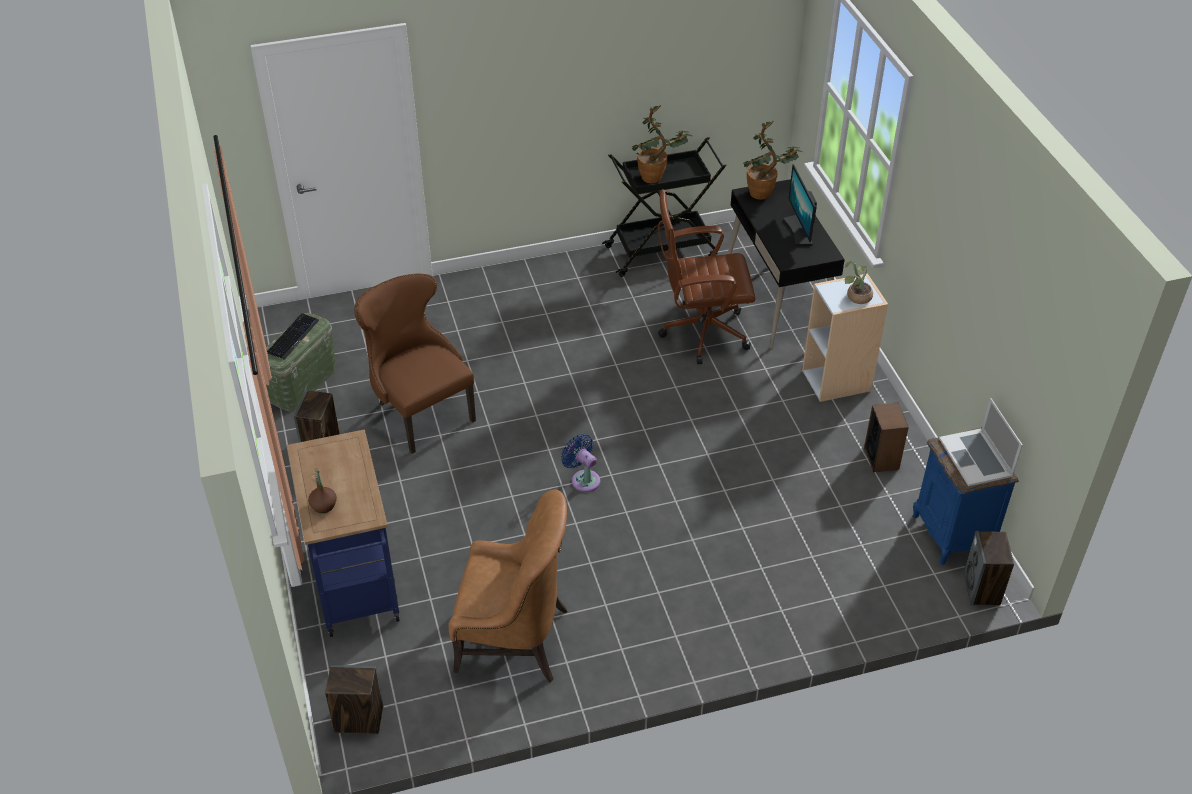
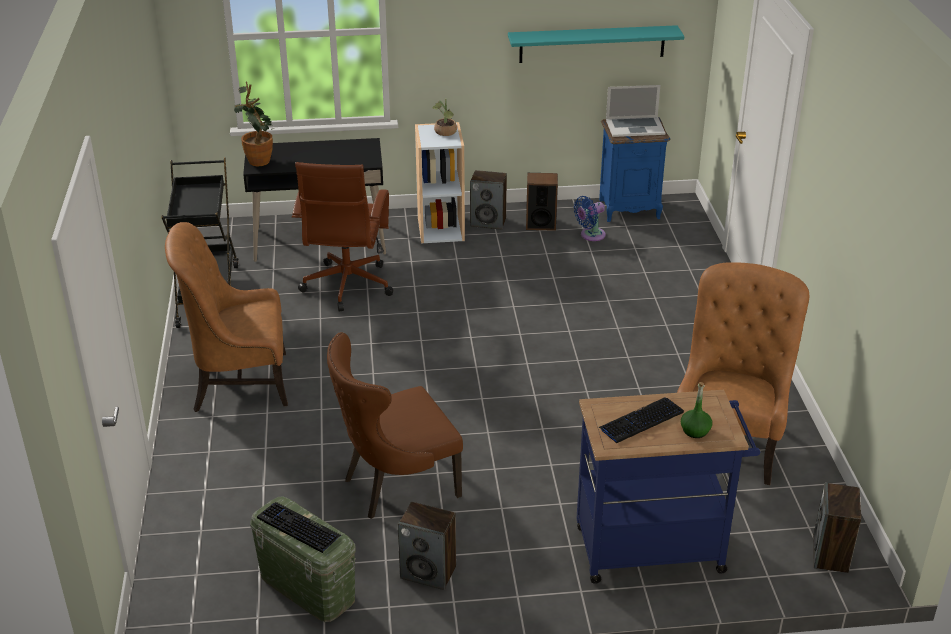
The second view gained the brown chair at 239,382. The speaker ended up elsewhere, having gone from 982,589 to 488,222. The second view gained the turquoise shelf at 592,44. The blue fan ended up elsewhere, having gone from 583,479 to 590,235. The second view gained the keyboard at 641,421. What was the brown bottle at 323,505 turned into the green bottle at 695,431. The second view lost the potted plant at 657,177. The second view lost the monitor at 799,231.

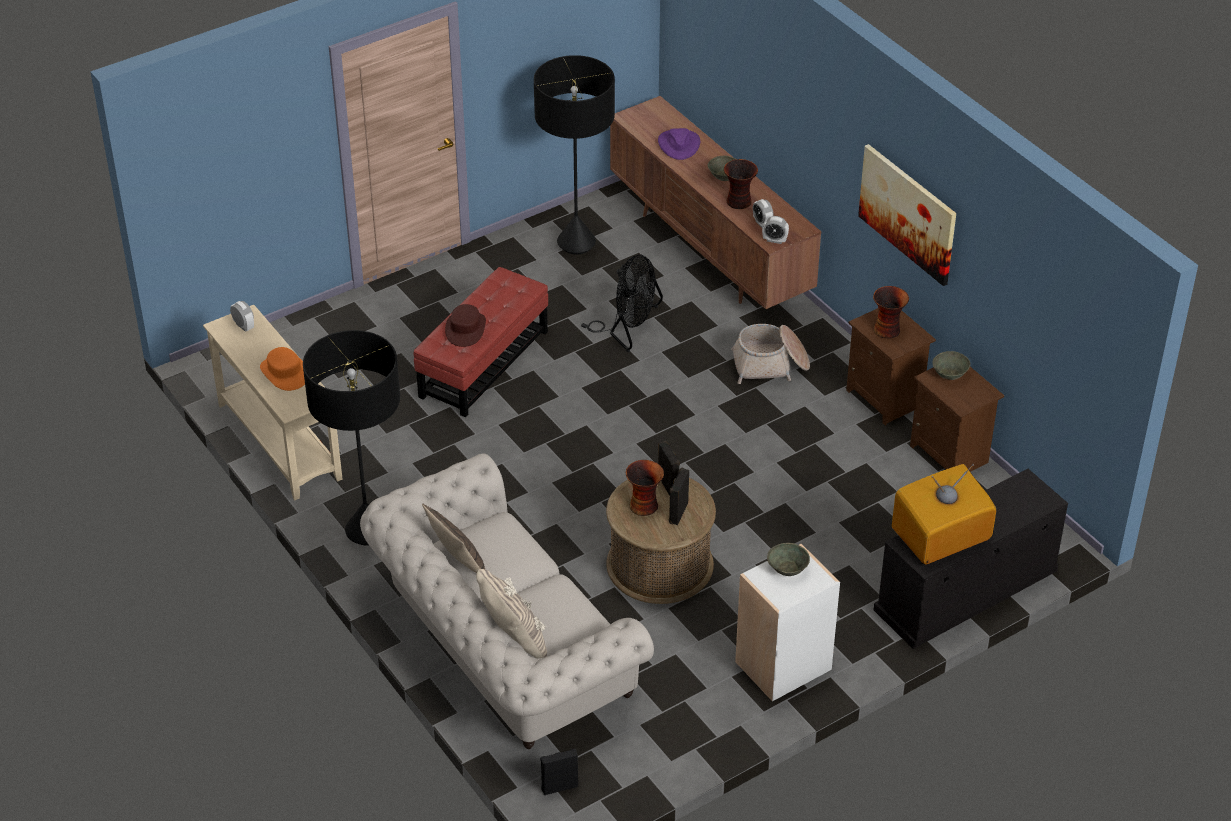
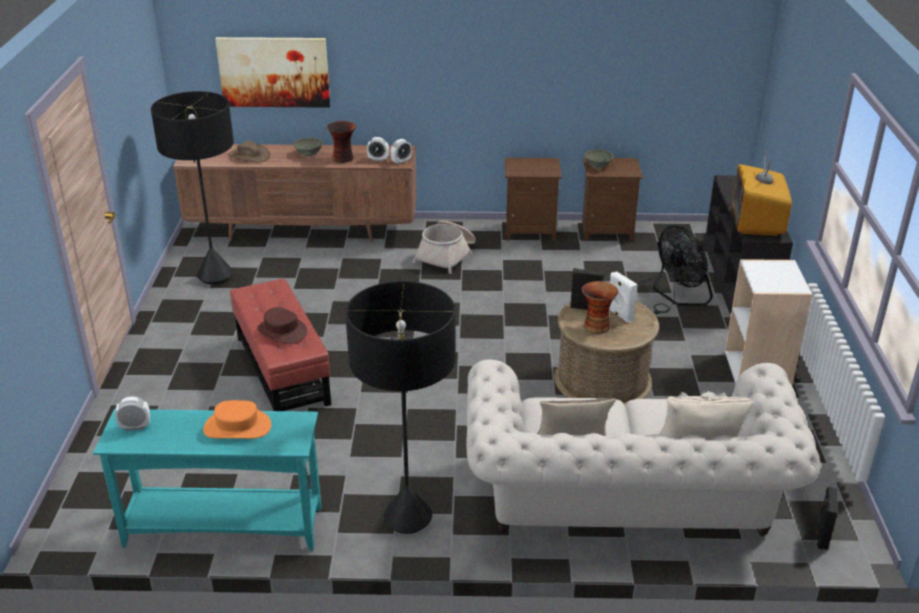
What was the beige console table at 278,442 turned into the turquoise console table at 223,527. The picture ended up elsewhere, having gone from 907,213 to 274,72. What was the purple hat at 678,144 turned into the brown hat at 249,156. What was the black speaker at 677,513 turned into the white speaker at 619,315. The black fan ended up elsewhere, having gone from 627,326 to 673,296. The second view lost the grey bowl at 787,569. The second view lost the vase at 888,330.

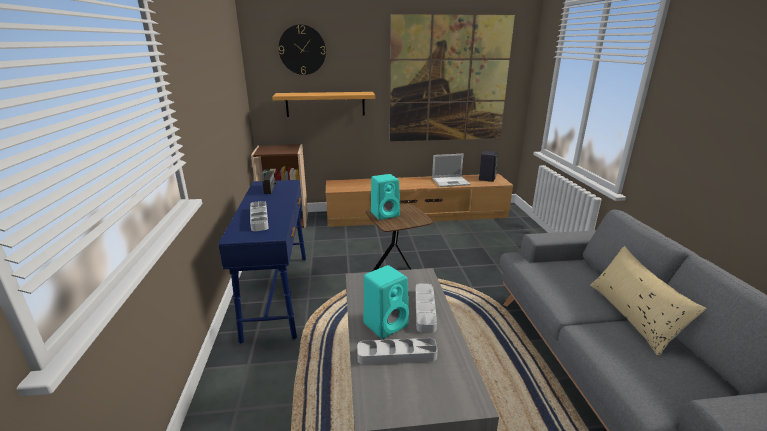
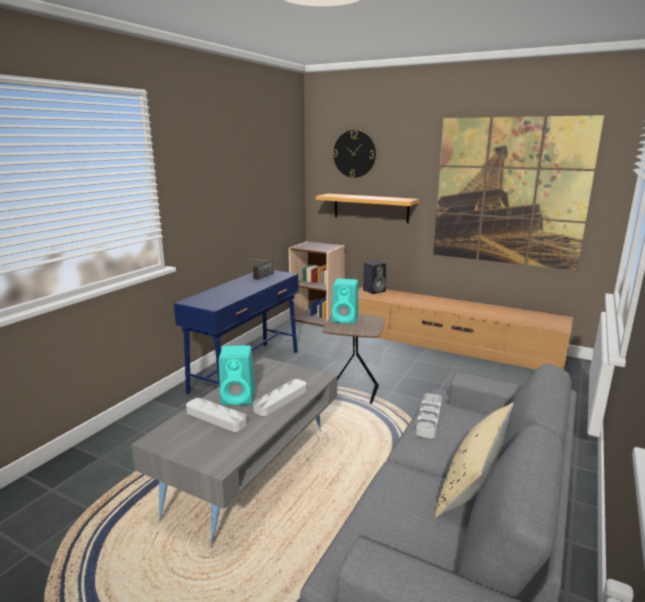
The black speaker ended up elsewhere, having gone from 487,178 to 374,291. The grey tray ended up elsewhere, having gone from 259,218 to 428,418. The second view lost the laptop at 451,182.

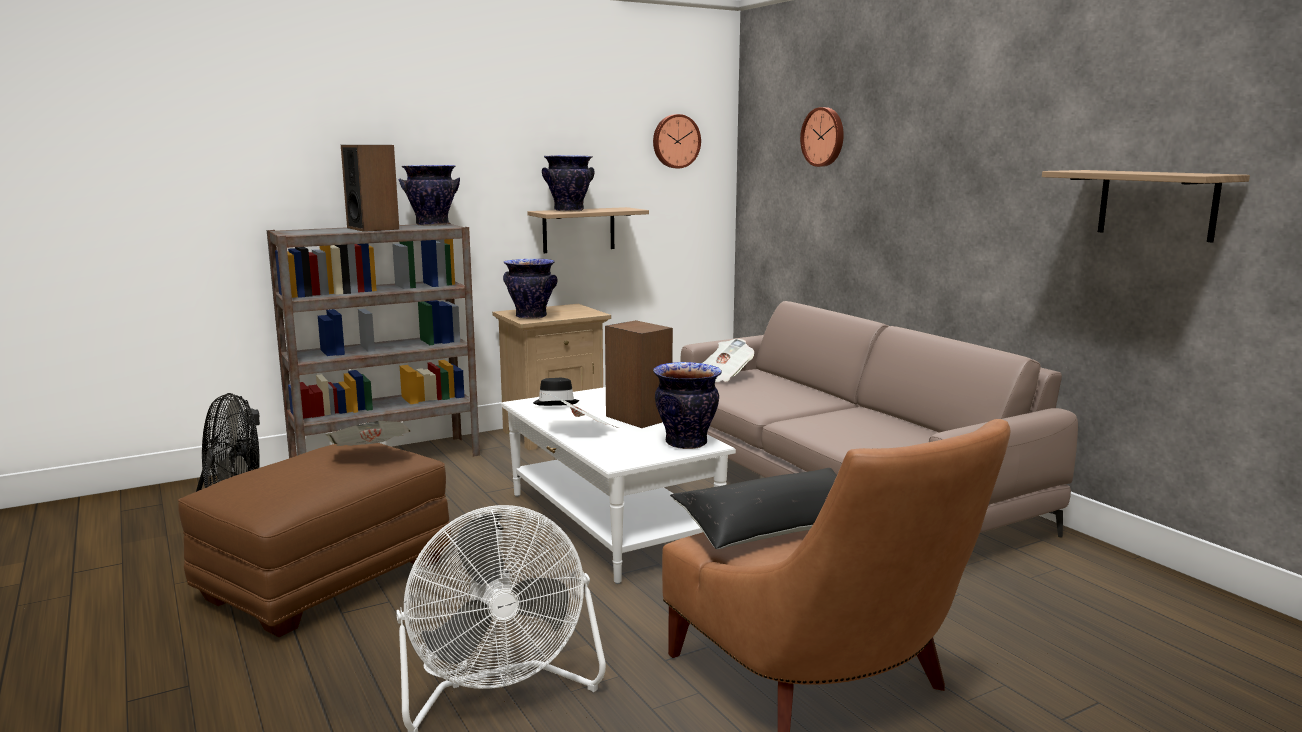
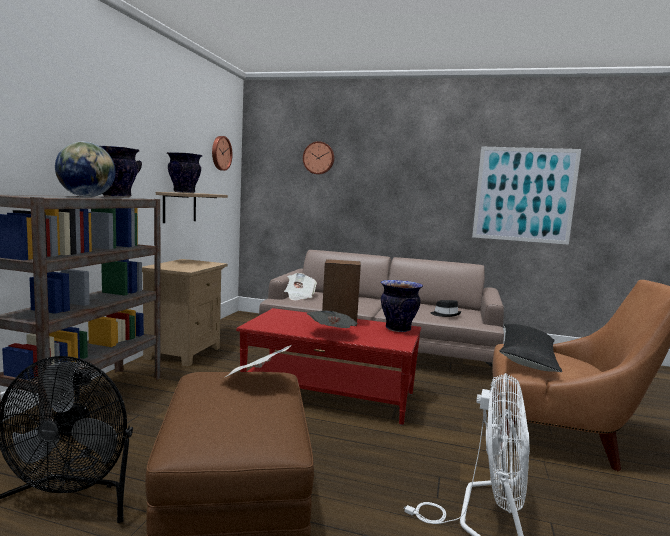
Where the speaker stood at 373,228, the globe came to stand at 87,197. What was the white coffee table at 610,524 turned into the red coffee table at 329,395. The black hat ended up elsewhere, having gone from 556,403 to 445,314. Where the shelf hung at 1157,204, the picture came to hang at 524,195. The second view lost the vase at 531,316.

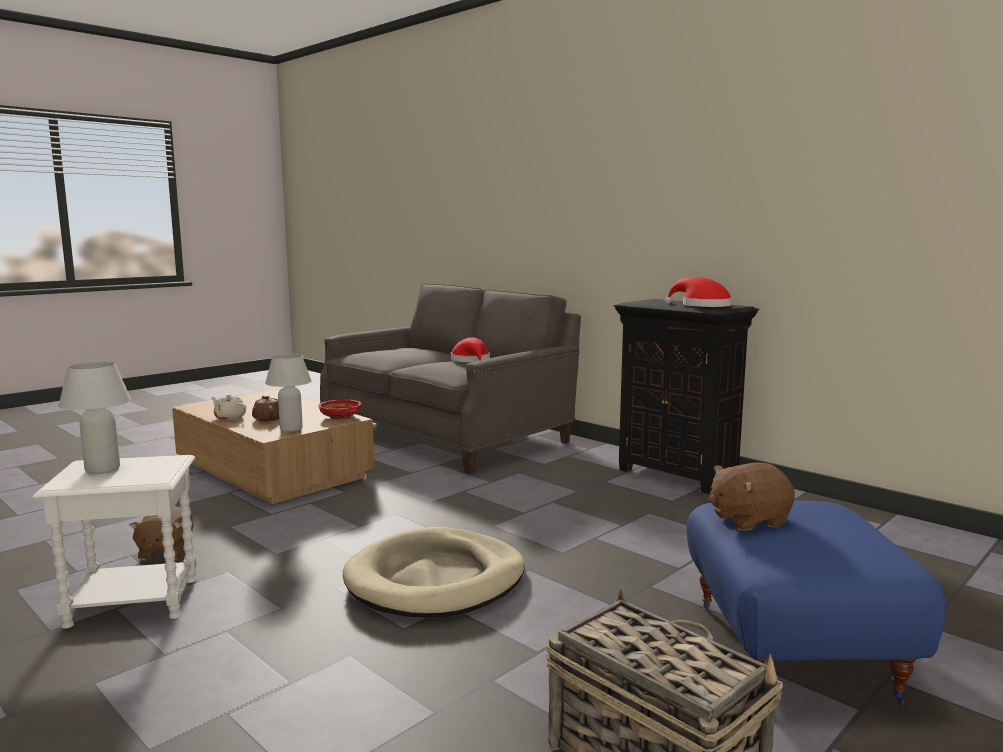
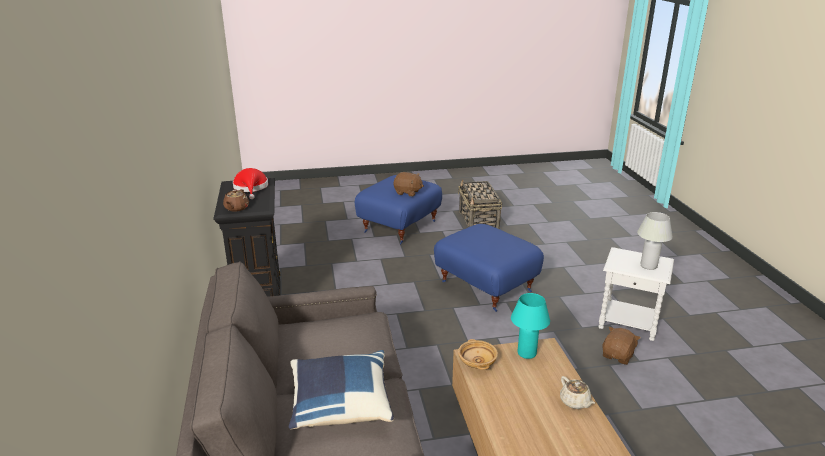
The brown teapot ended up elsewhere, having gone from 268,419 to 236,208. The second view gained the blue pillow at 340,404. Where the beige dog bed stood at 436,580, the blue ottoman came to stand at 485,287. What was the red bowl at 340,417 turned into the beige bowl at 477,362. What was the white table lamp at 291,429 turned into the turquoise table lamp at 526,353. The second view lost the red hat at 471,361.

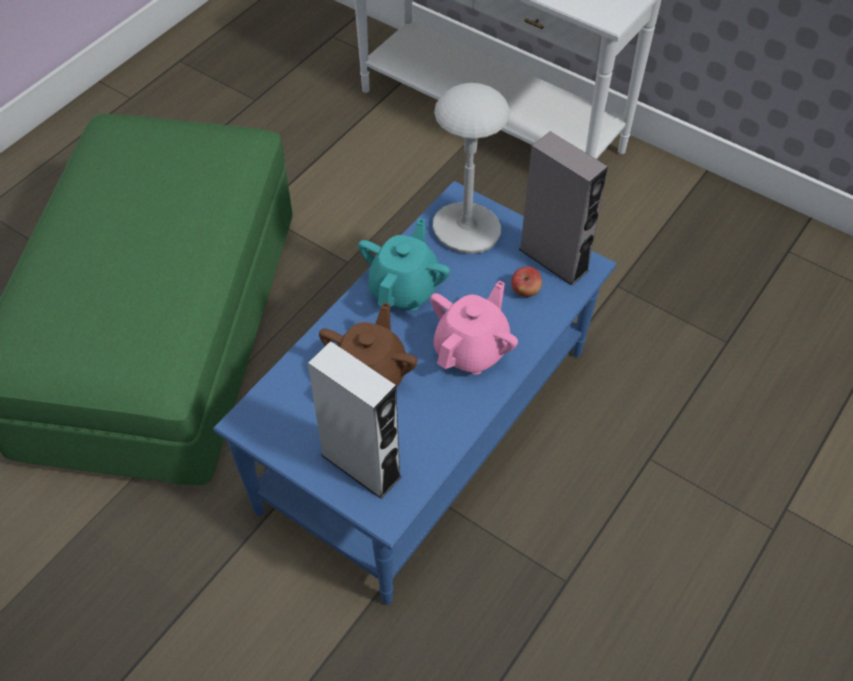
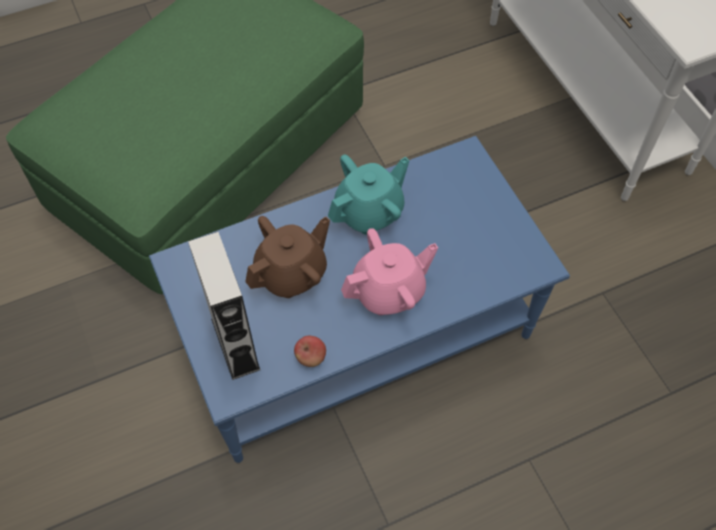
The apple ended up elsewhere, having gone from 525,291 to 311,357. The second view lost the grey table lamp at 466,231. The second view lost the grey speaker at 553,259.

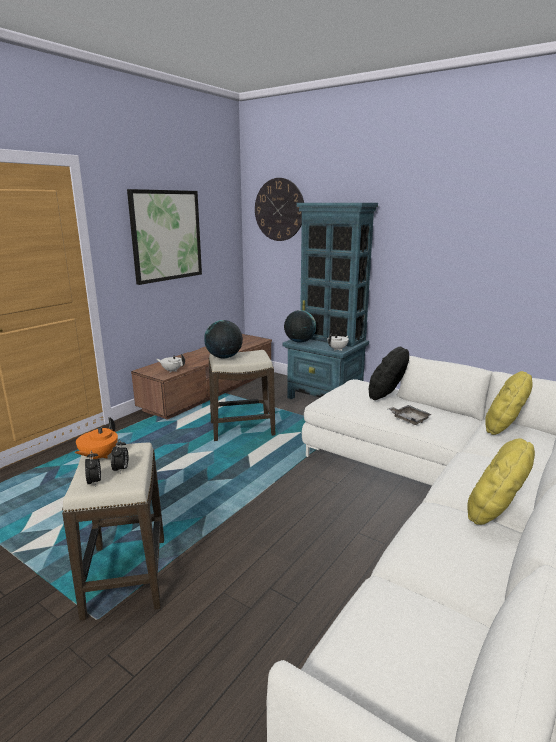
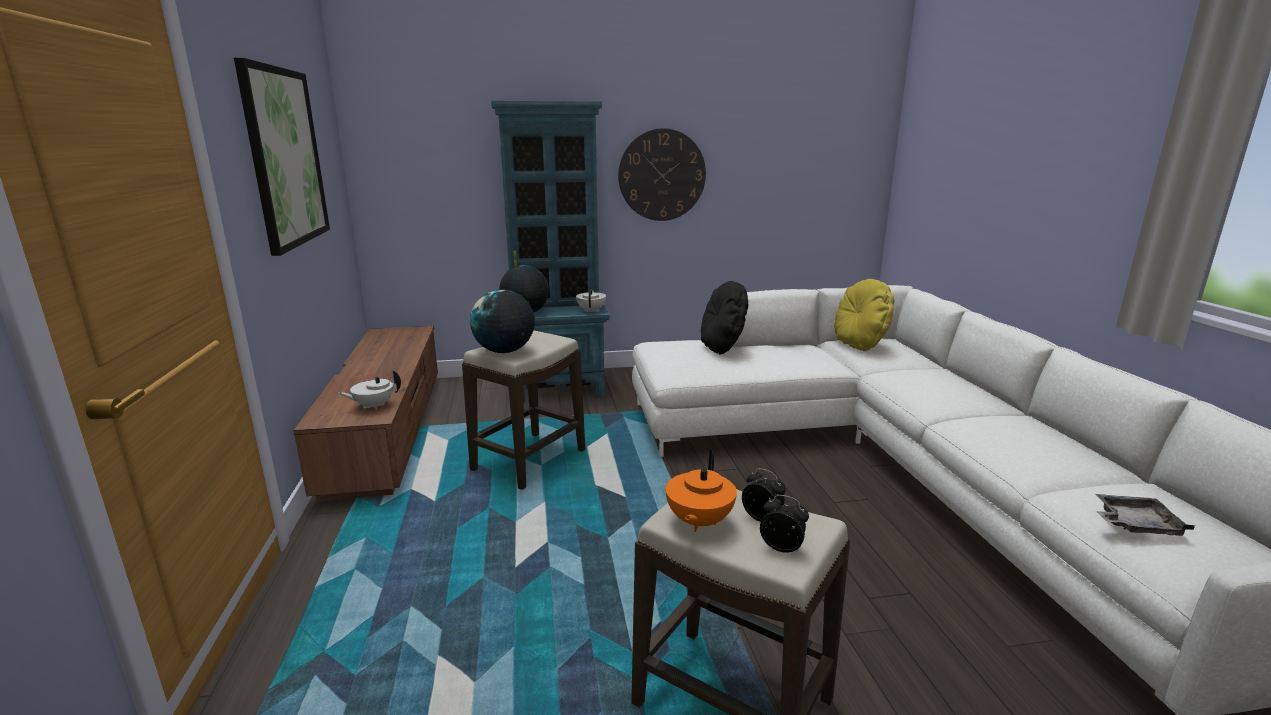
The wall clock ended up elsewhere, having gone from 279,209 to 662,175. The orange teapot at 98,457 ended up facing another way, 45 degrees clockwise from before. The grey tray ended up elsewhere, having gone from 409,419 to 1135,524. The second view lost the yellow pillow at 494,516.

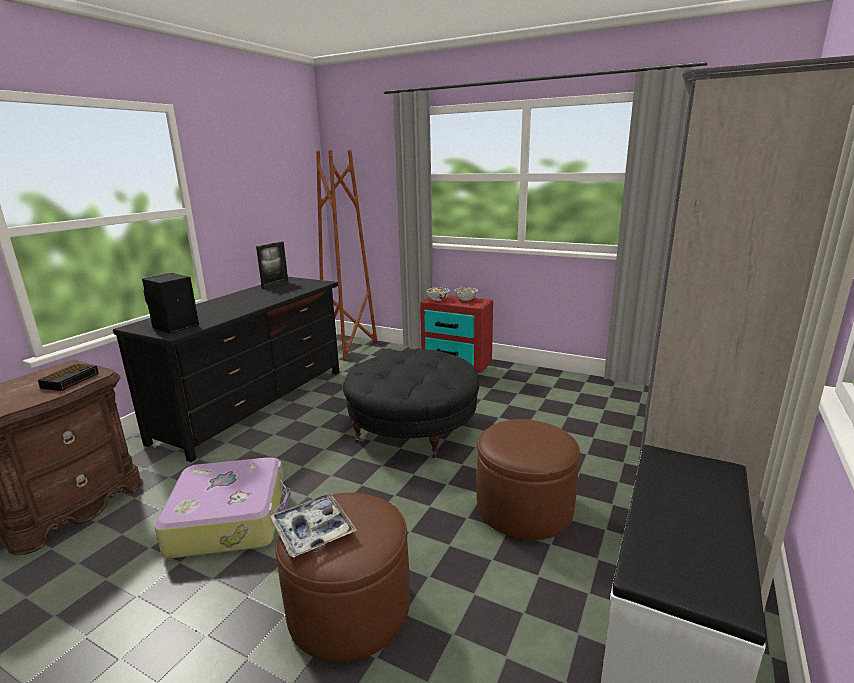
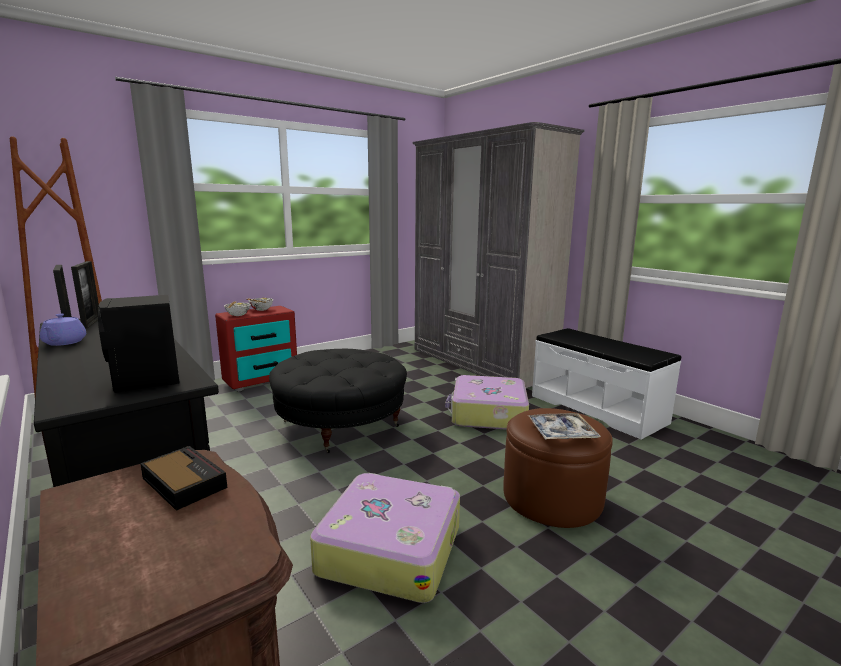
The second view gained the purple teapot at 64,342. The second view gained the picture frame at 91,322. Where the brown ottoman stood at 524,507, the suitcase came to stand at 487,414.

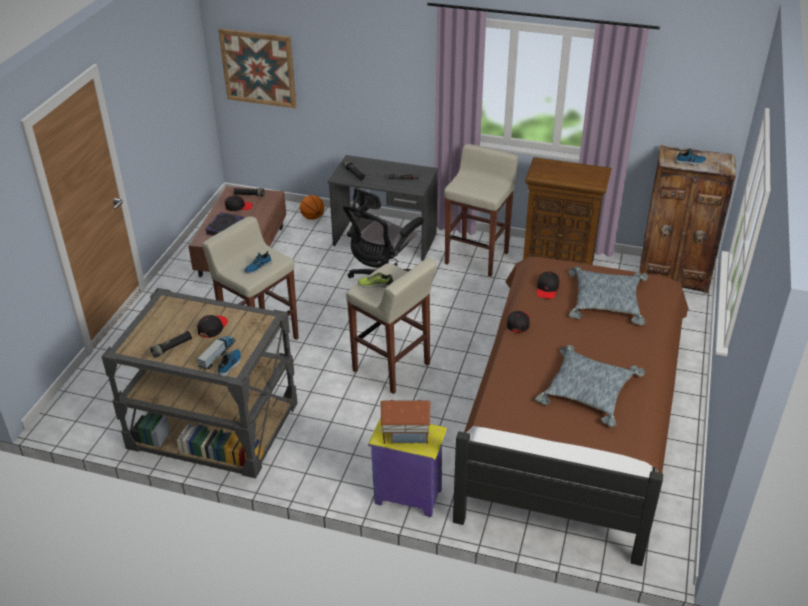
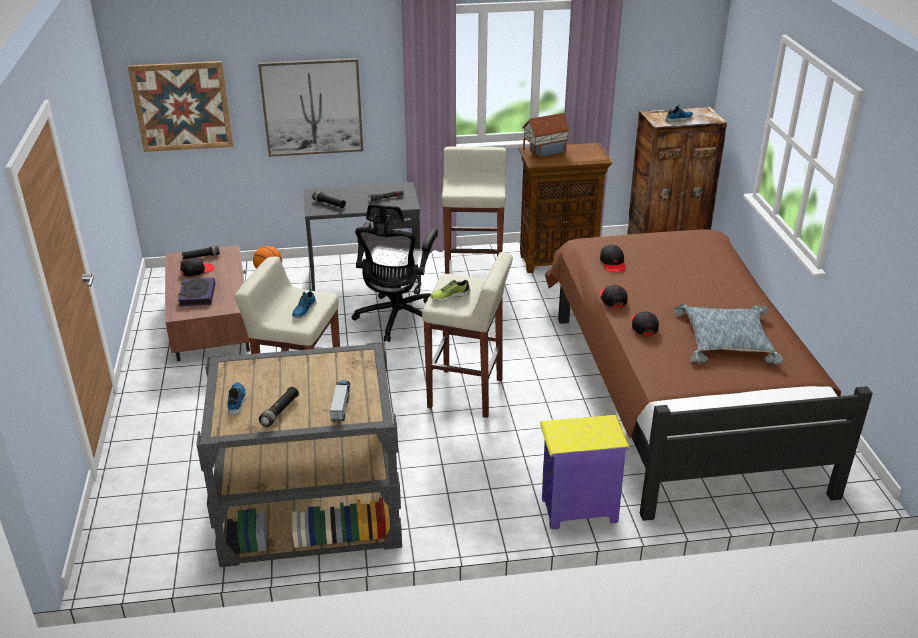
The shoe ended up elsewhere, having gone from 230,365 to 237,401. The second view gained the picture at 312,107. The toy house ended up elsewhere, having gone from 405,433 to 544,150. The black cap ended up elsewhere, having gone from 212,328 to 643,326. The second view lost the pillow at 606,299.

